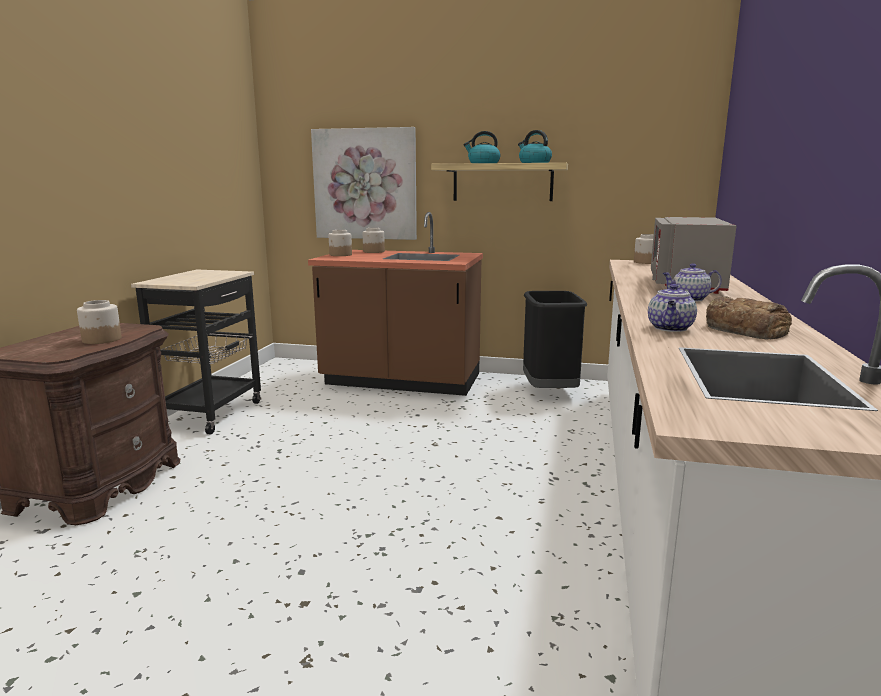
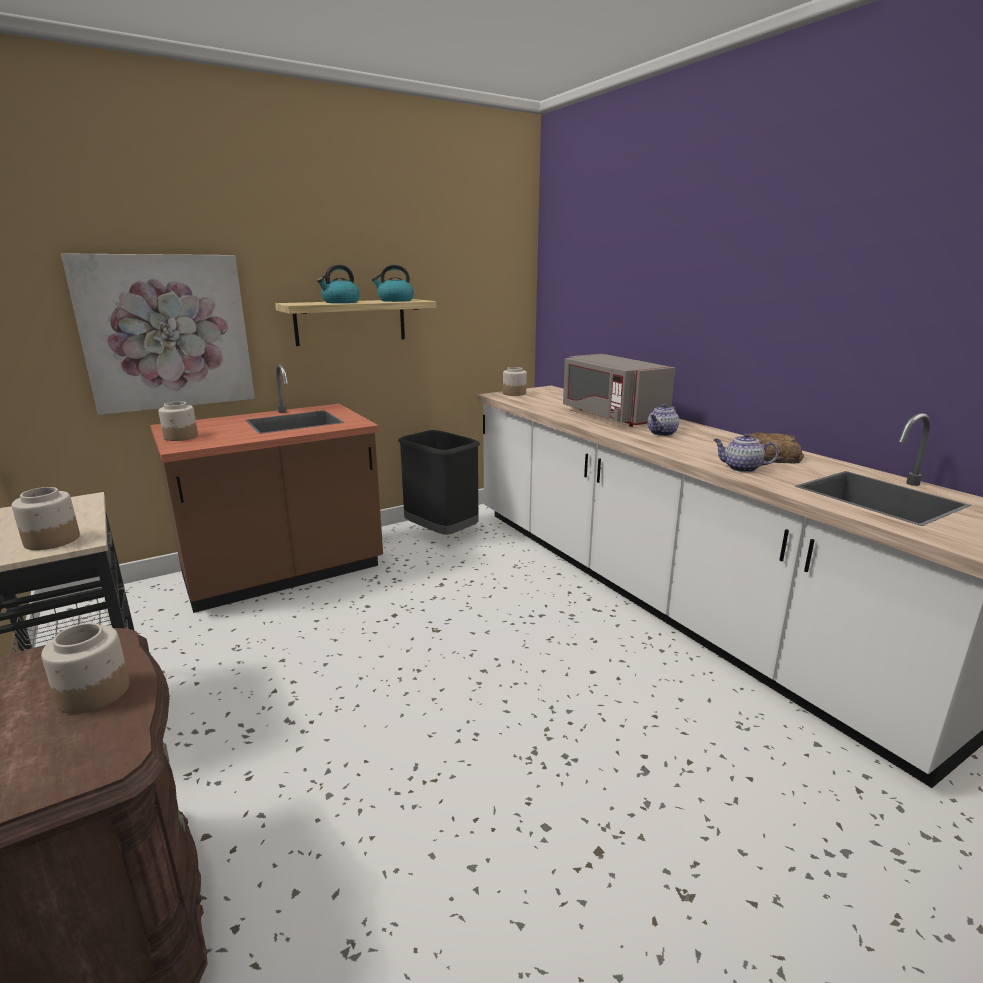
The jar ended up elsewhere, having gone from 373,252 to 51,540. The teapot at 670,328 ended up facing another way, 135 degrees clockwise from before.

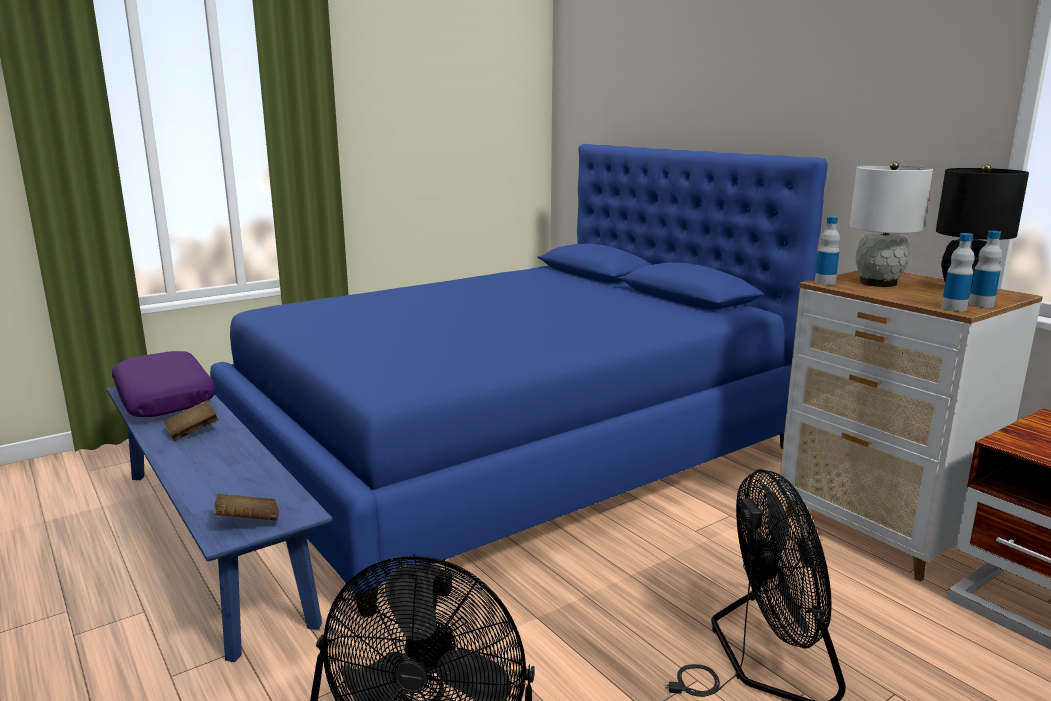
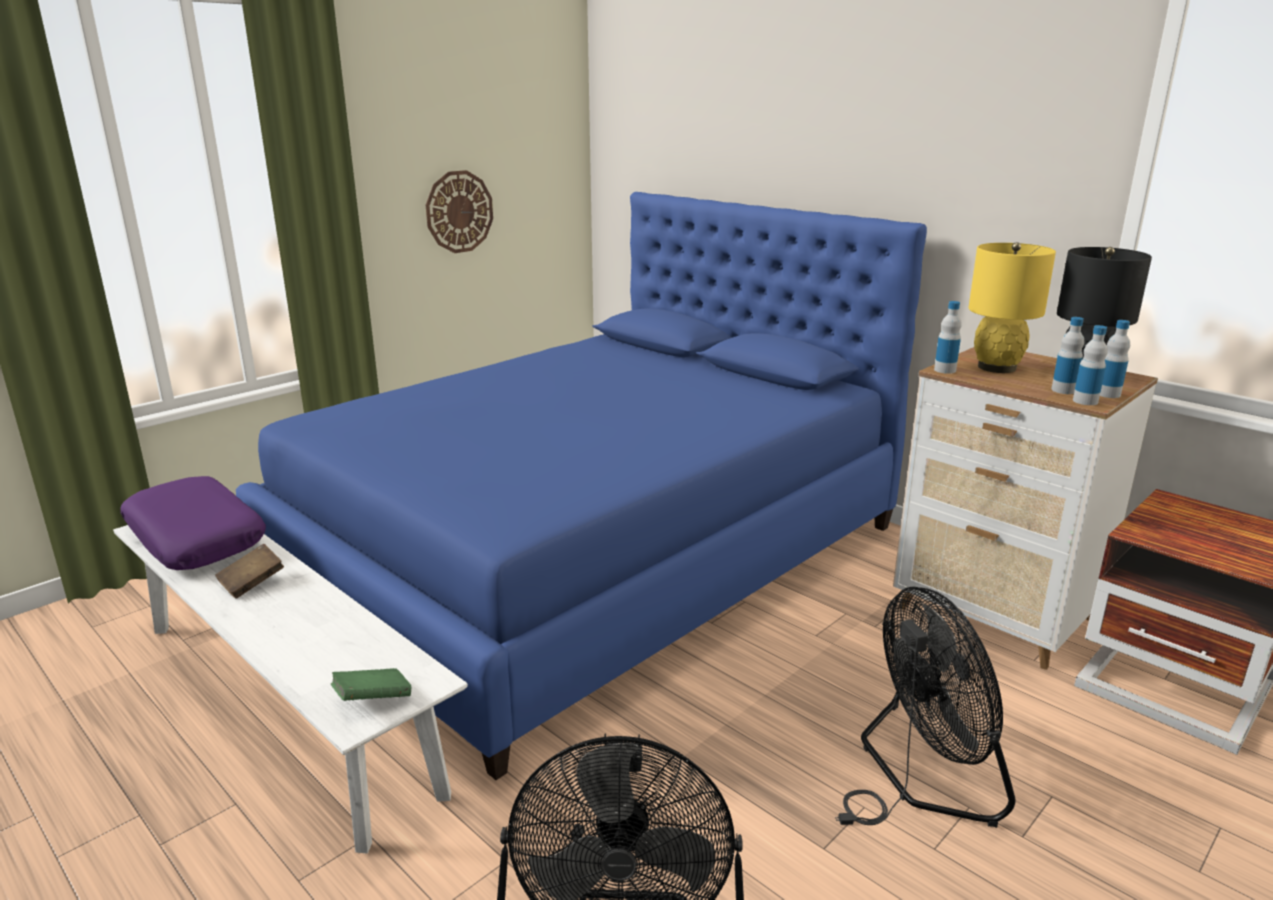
What was the blue bench at 212,540 turned into the white bench at 284,703. What was the brown book at 248,522 turned into the green book at 373,700. The second view gained the wall clock at 459,212. What was the white table lamp at 878,283 turned into the yellow table lamp at 997,367. The second view gained the bottle at 1063,390.

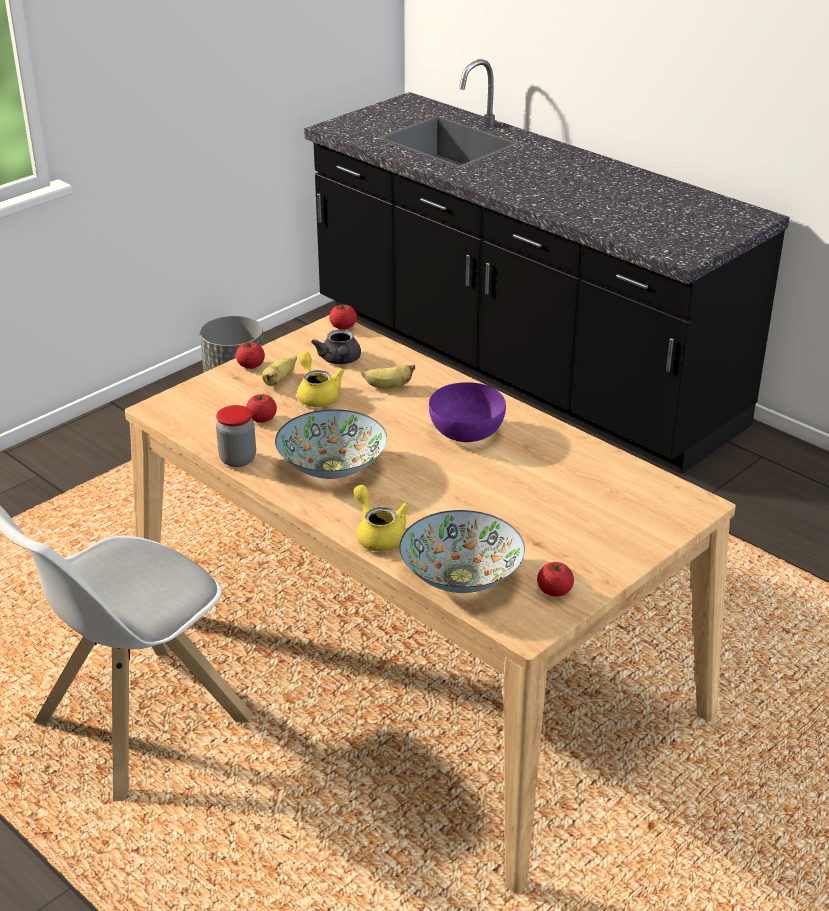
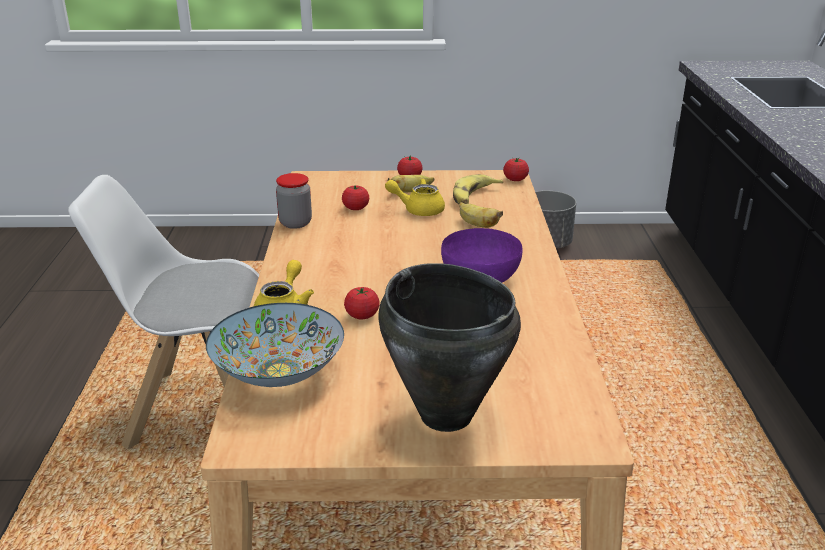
The tomato ended up elsewhere, having gone from 554,591 to 362,315. The second view gained the black cooking pot at 446,414. The yellow teapot at 317,395 ended up facing another way, 105 degrees counterclockwise from before. Where the grey teapot stood at 340,361, the banana came to stand at 474,197. The second view lost the bowl at 332,467.

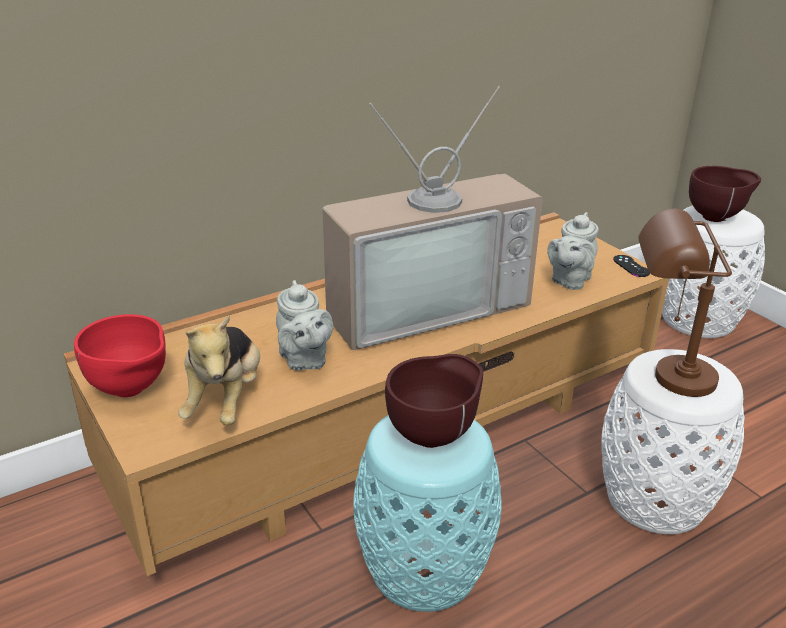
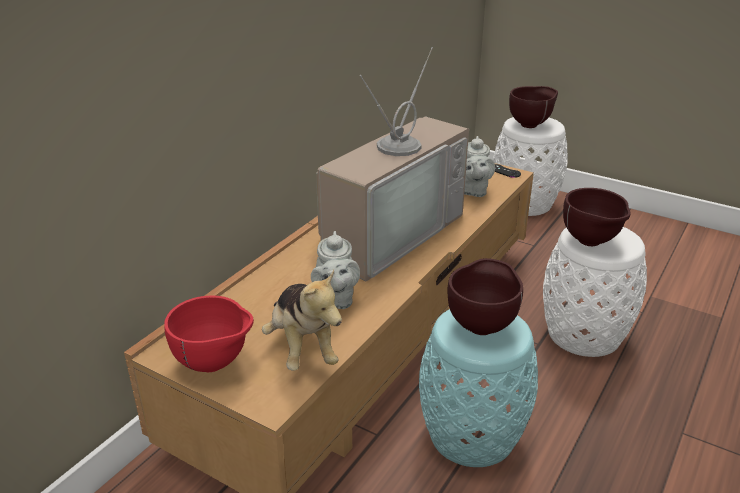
The grey teapot at 304,360 ended up facing another way, 45 degrees clockwise from before. Where the brown table lamp stood at 664,378, the brown bowl came to stand at 591,243.

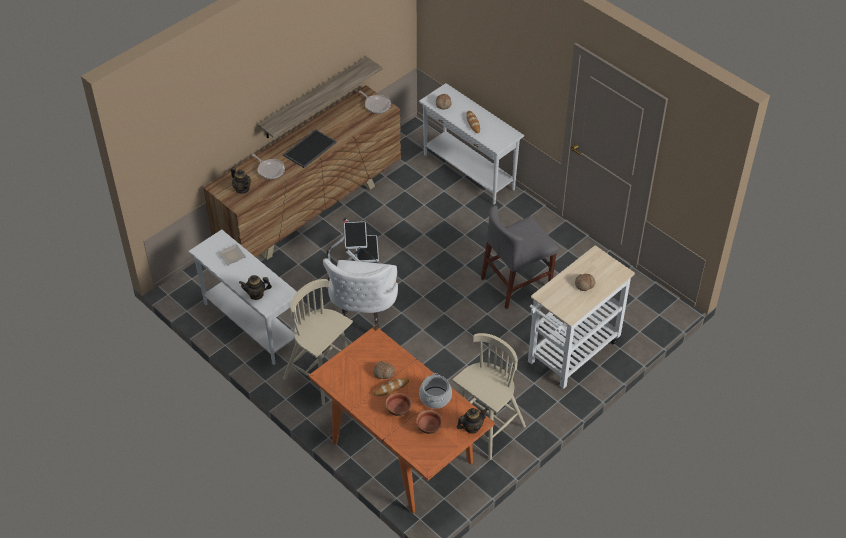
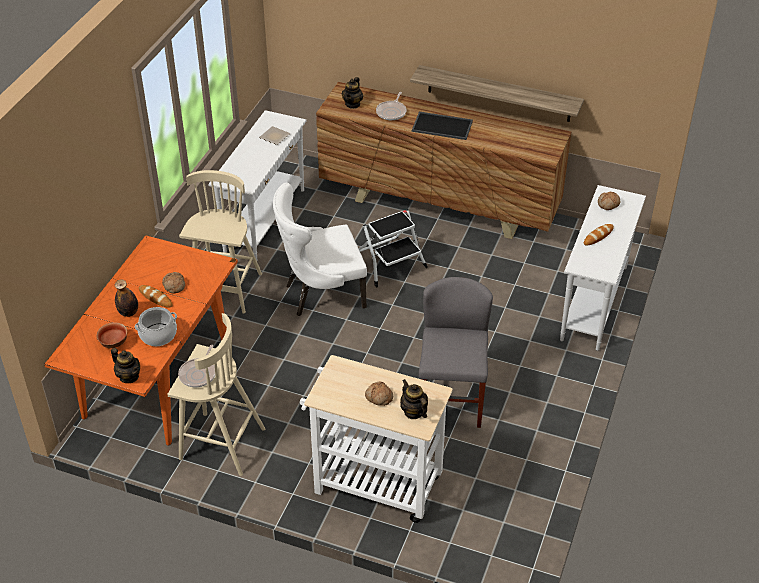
Where the bowl stood at 398,410, the bottle came to stand at 128,312. The frying pan ended up elsewhere, having gone from 376,105 to 199,374. The teapot ended up elsewhere, having gone from 256,294 to 413,412. The grey chair at 516,283 ended up facing another way, 60 degrees clockwise from before.

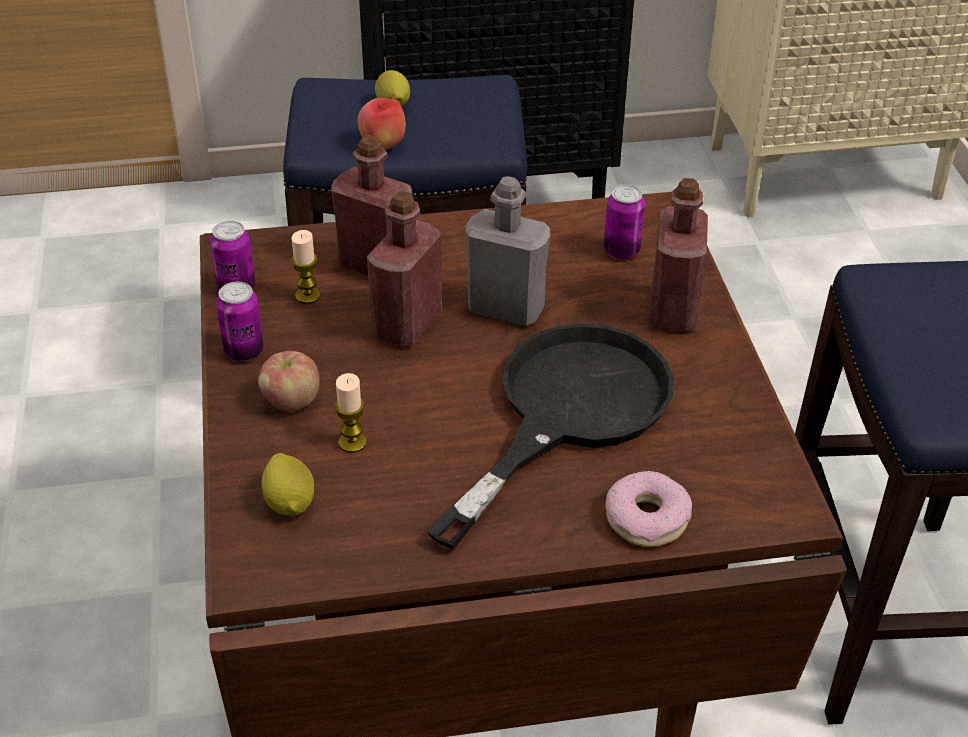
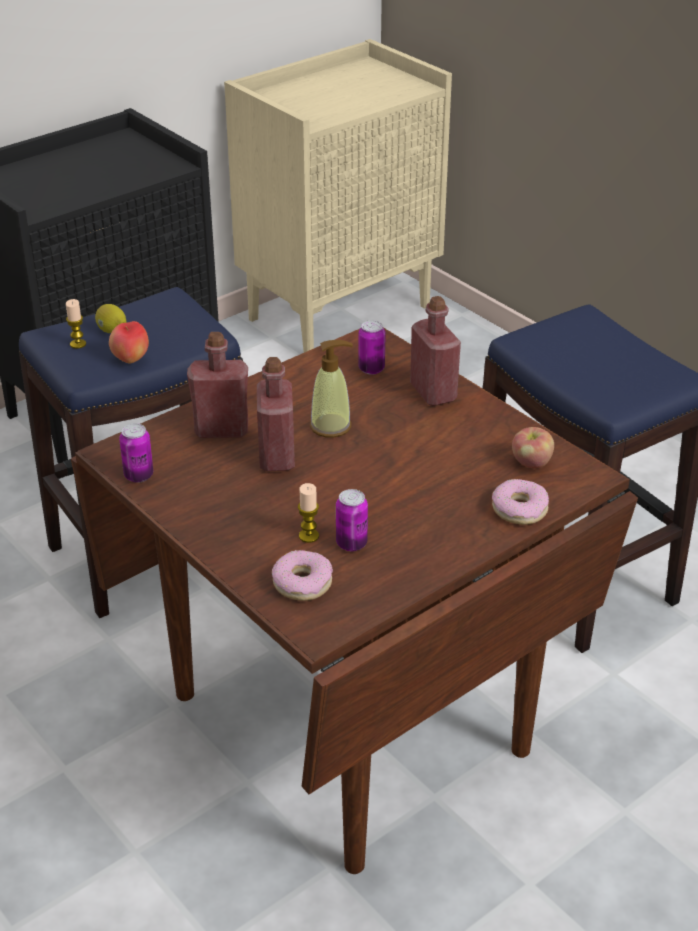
The candle ended up elsewhere, having gone from 307,296 to 78,344. Where the lemon stood at 290,502, the donut came to stand at 302,583. Where the grey bottle stood at 506,308, the soap dispenser came to stand at 331,426. The can ended up elsewhere, having gone from 244,351 to 351,543. The apple ended up elsewhere, having gone from 291,401 to 531,463. The second view lost the black frying pan at 567,412.

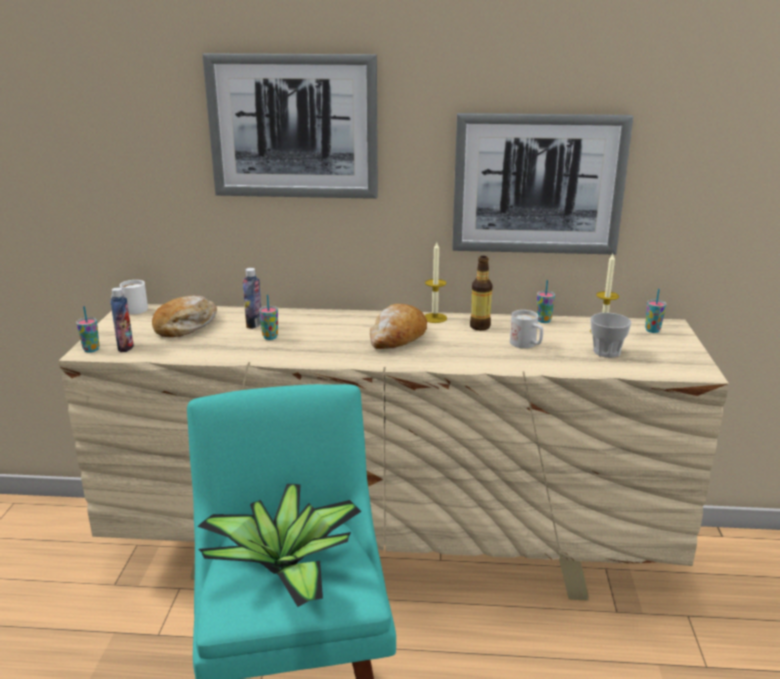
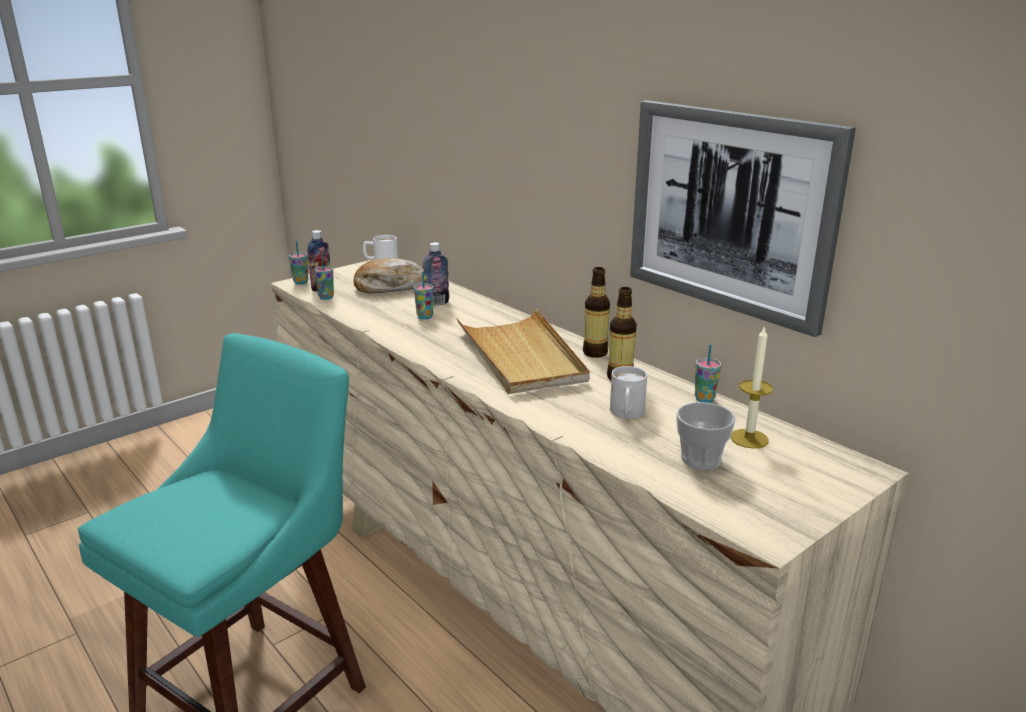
The cup ended up elsewhere, having gone from 652,330 to 326,297. Where the bread stood at 397,337, the beige tray came to stand at 521,356. Where the candle stood at 434,318, the bottle came to stand at 595,353. The second view lost the potted plant at 285,566. The second view lost the picture at 293,127.

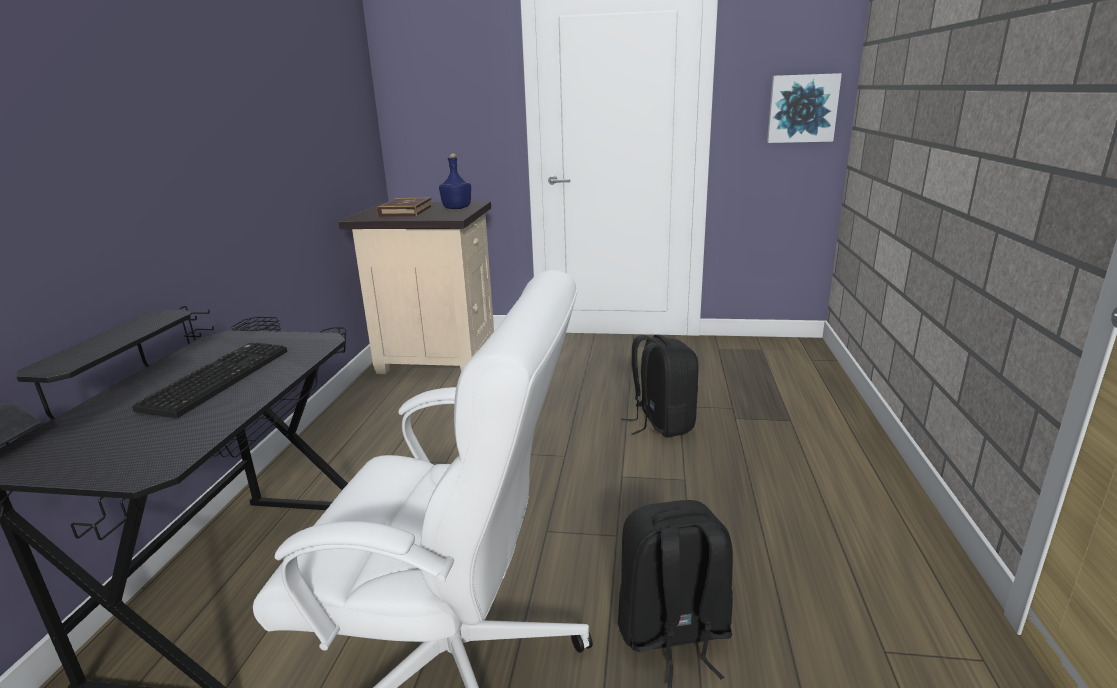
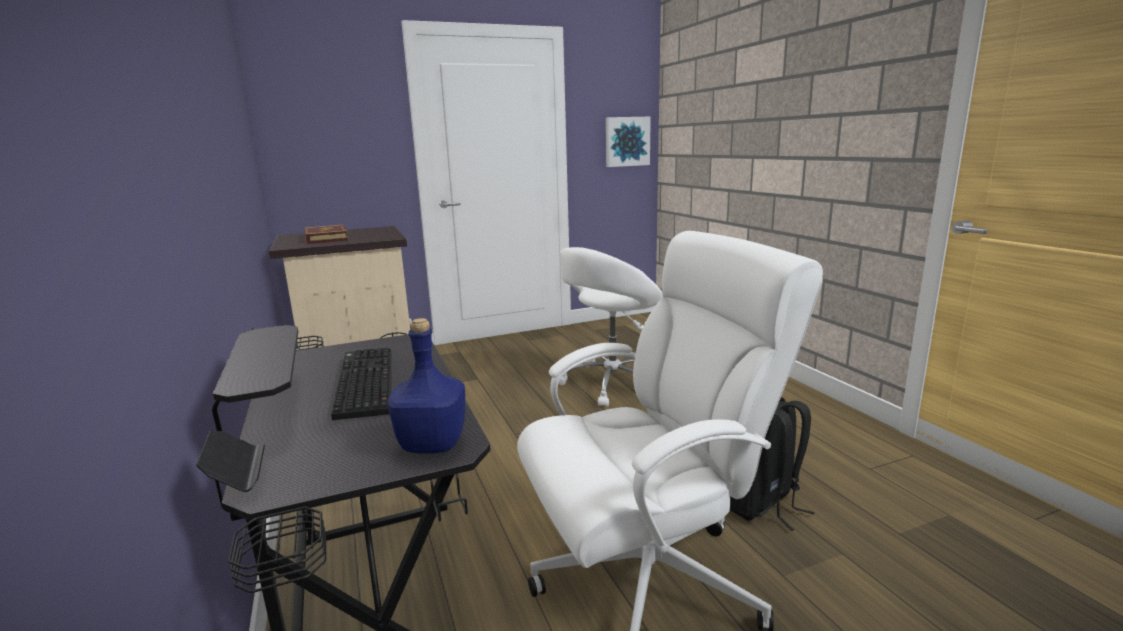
The blue bottle ended up elsewhere, having gone from 456,208 to 432,445. Where the black backpack stood at 661,423, the white office chair came to stand at 609,385.

